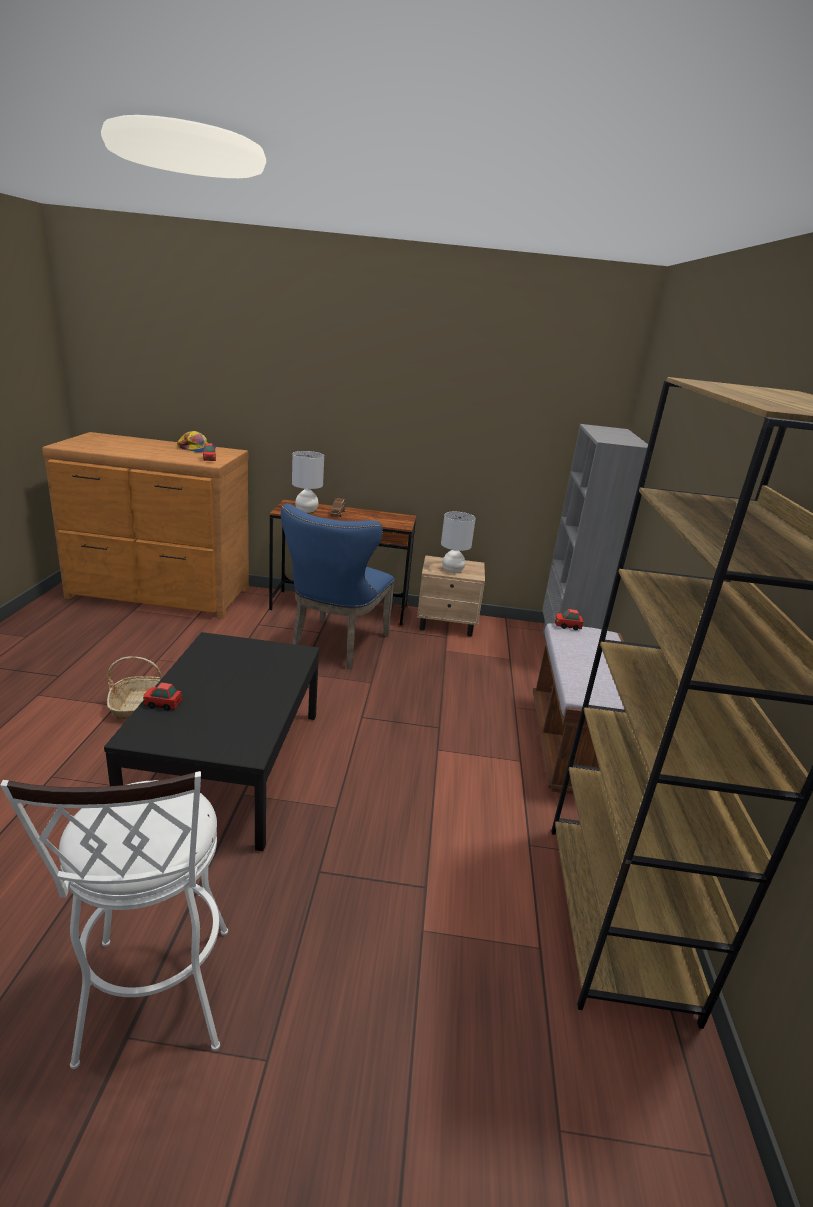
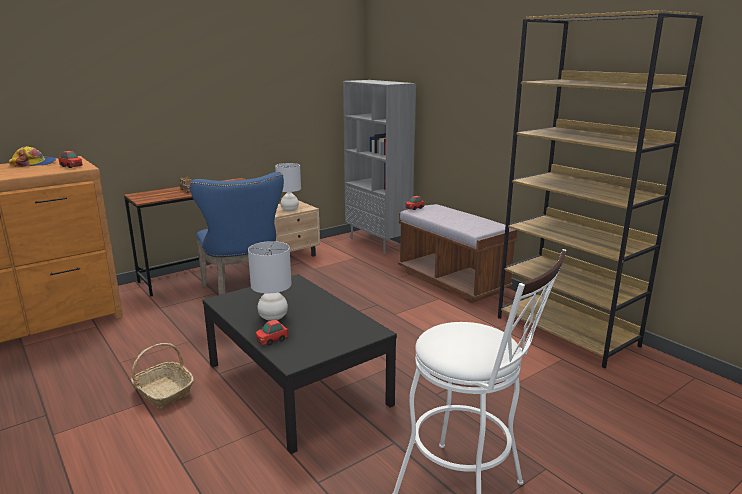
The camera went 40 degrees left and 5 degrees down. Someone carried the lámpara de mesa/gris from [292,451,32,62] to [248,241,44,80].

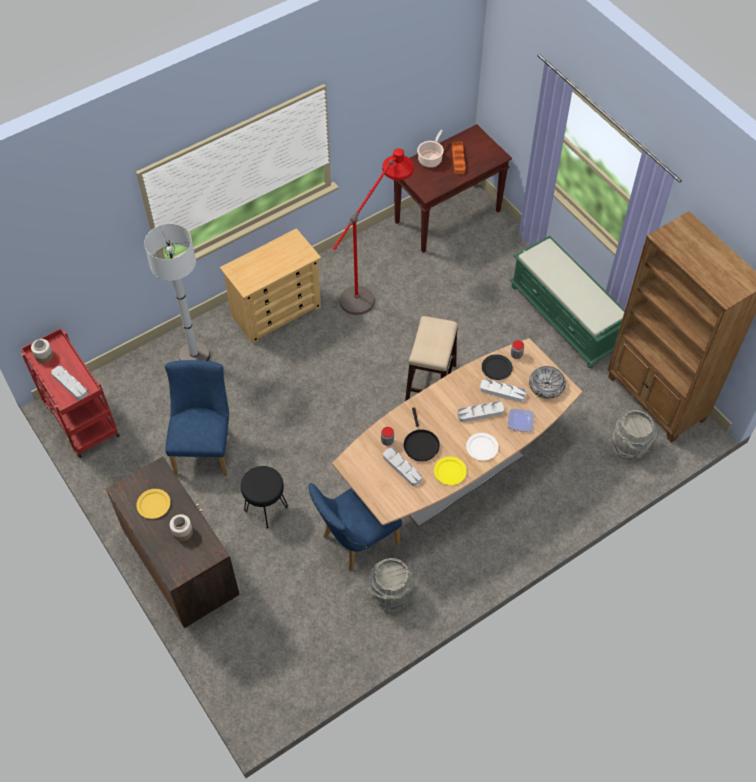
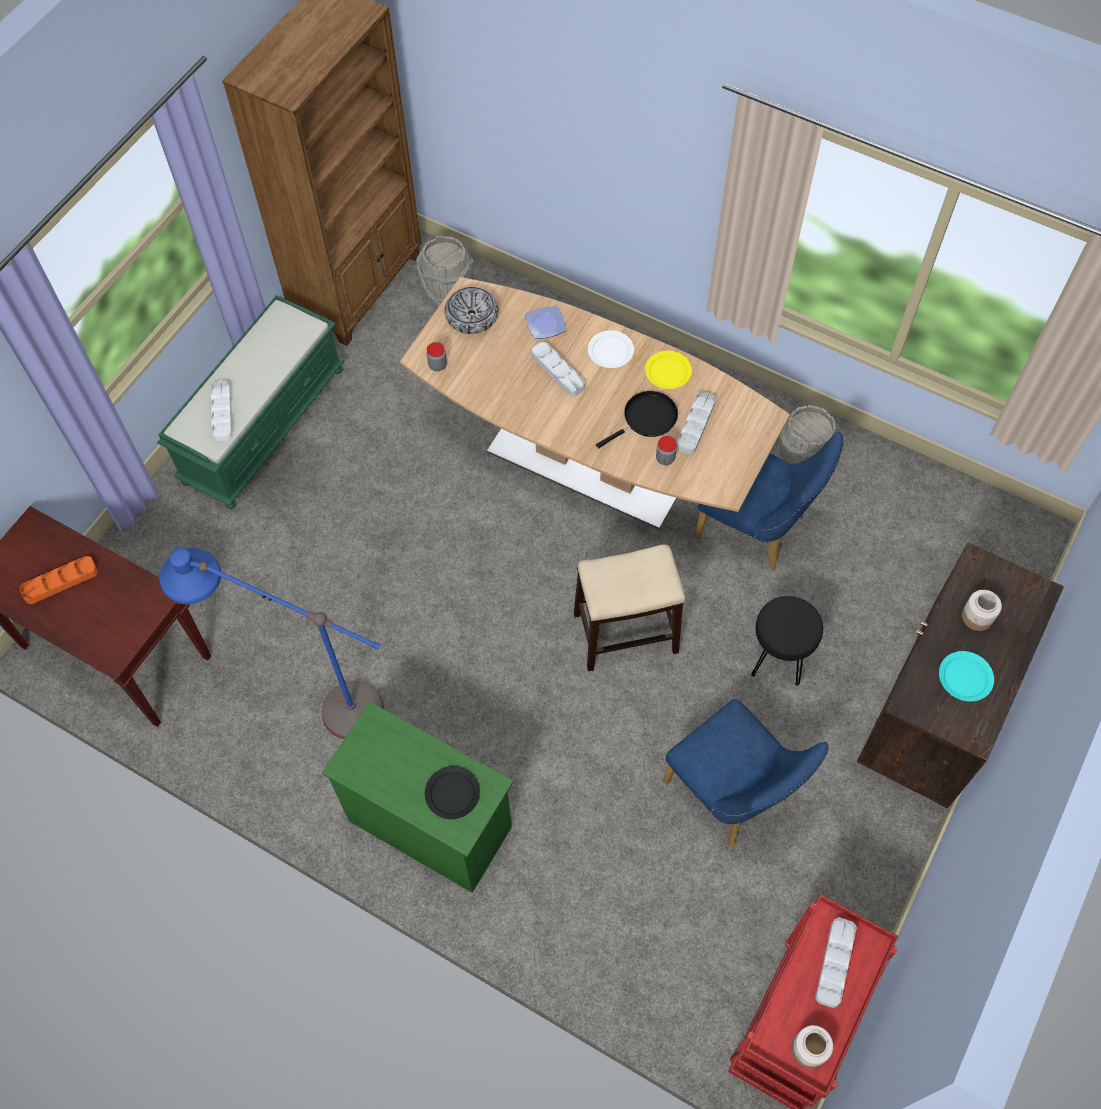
The camera went 115 degrees left and 5 degrees up. Someone took away the olla at [417,129,27,38]. Someone repainted the lámpara de pie/rojo at [332,148,82,167], which became the lámpara de pie/azul at [159,548,225,191]. Someone took away the lámpara de pie/blanco at [144,224,66,137]. Someone repainted the cómoda/beis at [220,228,101,116], which became the cómoda/verde at [322,702,191,191]. Someone carried the taburete from [405,316,53,85] to [574,544,111,127]. Someone carried the plato/negro from [482,354,31,26] to [425,766,55,53]. Someone rotated the silla/azul at [165,360,64,116] by 105 degrees counterclockwise. Someone carried the bandeja/blanco from [480,379,46,23] to [211,381,22,61]. Someone repainted the plato/amarillo at [136,489,35,30], which became the plato/turquesa at [939,651,55,51].

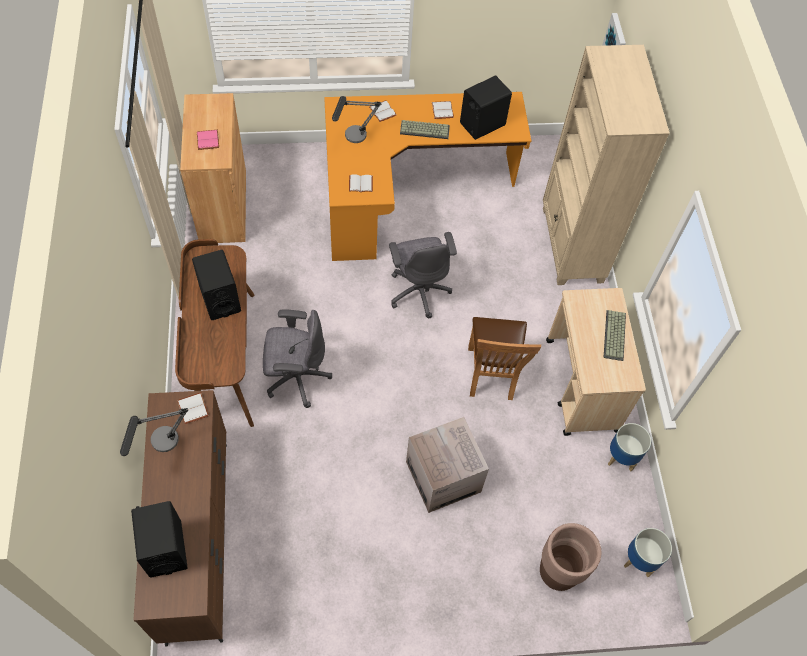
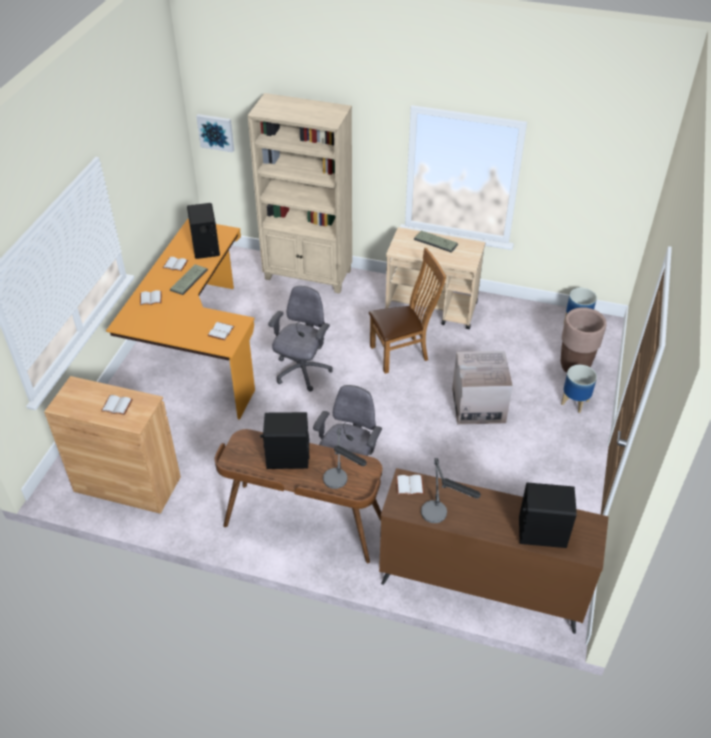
The camera went 65 degrees left and 15 degrees down. Someone carried the lámpara de mesa from [332,96,49,47] to [323,428,44,61]. Someone repainted the libro/rosa at [197,130,22,20], which became the libro/blanco at [101,395,32,20]. Someone rotated the silla de oficina/gris at [389,232,68,86] by 75 degrees counterclockwise. Someone rotated the silla/marrón at [468,317,73,83] by 45 degrees counterclockwise. Someone carried the maceta from [608,423,43,48] to [561,365,36,48].

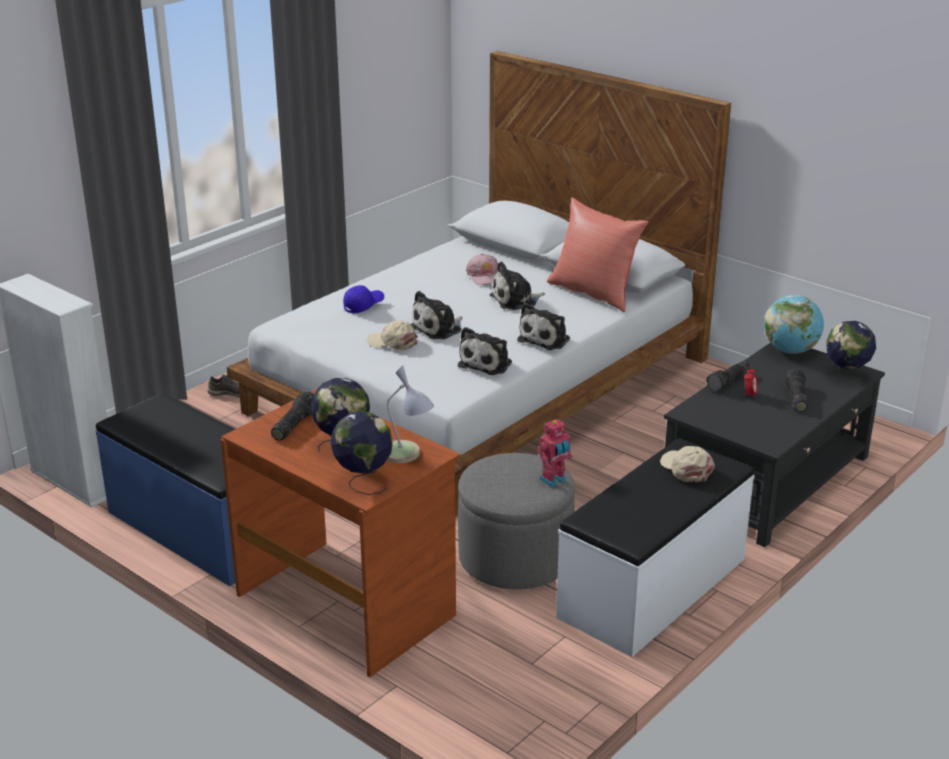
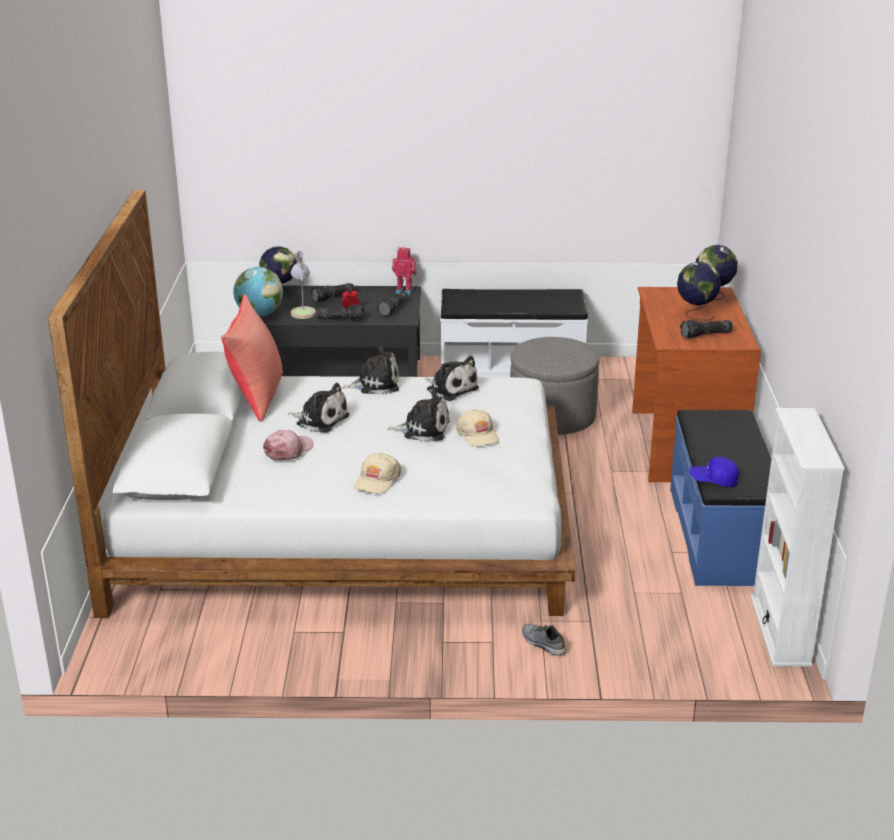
The camera went 130 degrees left and 0 degrees up. Someone carried the gorra/azul from [343,285,41,29] to [689,457,50,30]. Someone rotated the peluche at [458,327,54,48] by 60 degrees clockwise. Someone carried the lámpara de mesa from [387,366,47,97] to [291,251,25,68]. Someone carried the robot de juguete from [537,419,36,68] to [392,247,25,48]. Someone carried the gorra/beis from [660,446,55,36] to [354,453,47,41]. Someone put down the linterna at [377,291,31,25].

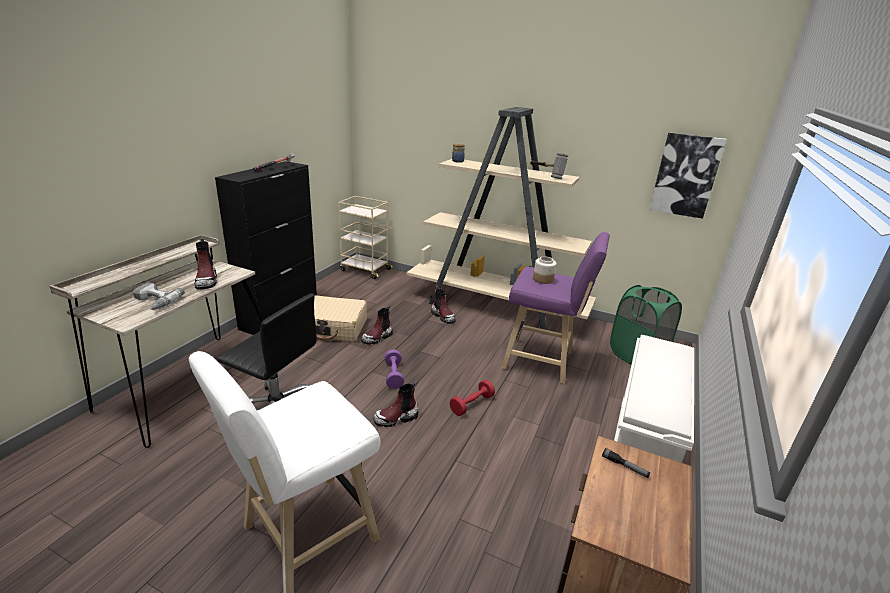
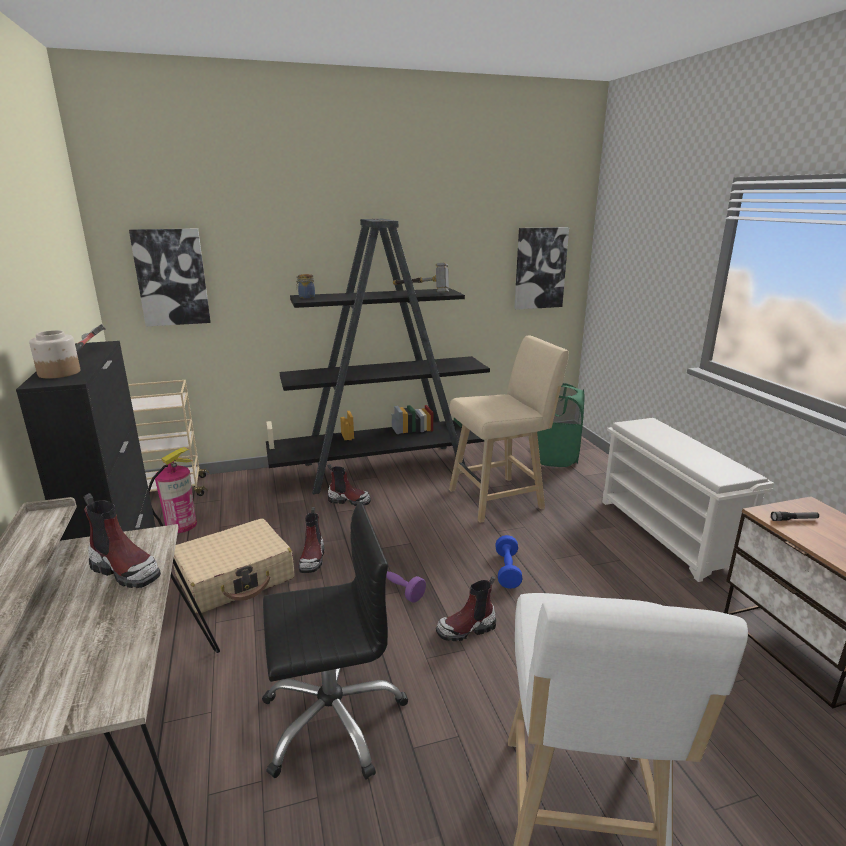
The camera went 40 degrees left and 5 degrees down. Someone repainted the estantería/beis at [407,107,189,228], which became the estantería/negro at [266,219,224,275]. Someone repainted the taburete/morado at [501,232,109,152], which became the taburete/beis at [449,336,120,187]. Someone carried the tarro from [533,256,23,28] to [29,330,51,49]. Someone took away the taladro at [133,282,52,28]. Someone repainted the mancuerna/rojo at [450,380,45,36], which became the mancuerna/azul at [495,535,28,54]. Someone rotated the bota at [373,381,45,46] by 45 degrees clockwise. Someone put up the cuadro at [129,229,82,98]. Someone put down the extintor at [148,447,49,86].

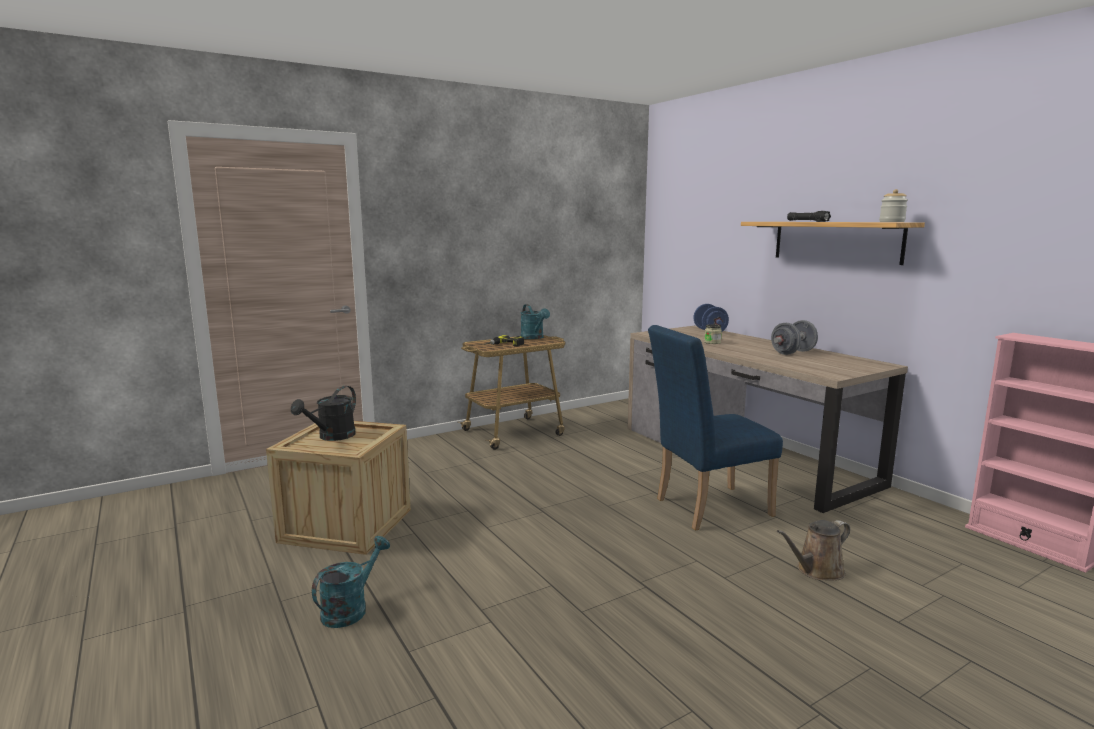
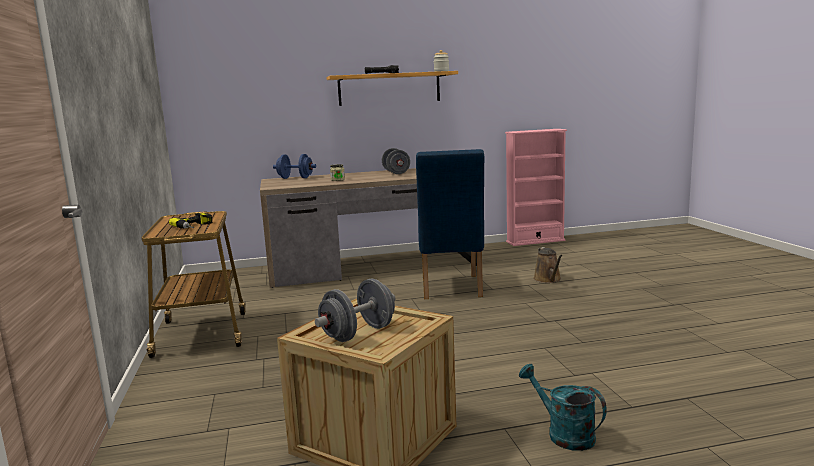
The camera went 70 degrees left and 0 degrees up. Someone took away the regadera/turquesa at [521,304,29,35]. Someone swapped the regadera/negro at [291,386,65,55] for the mancuerna/gris at [315,279,81,63].

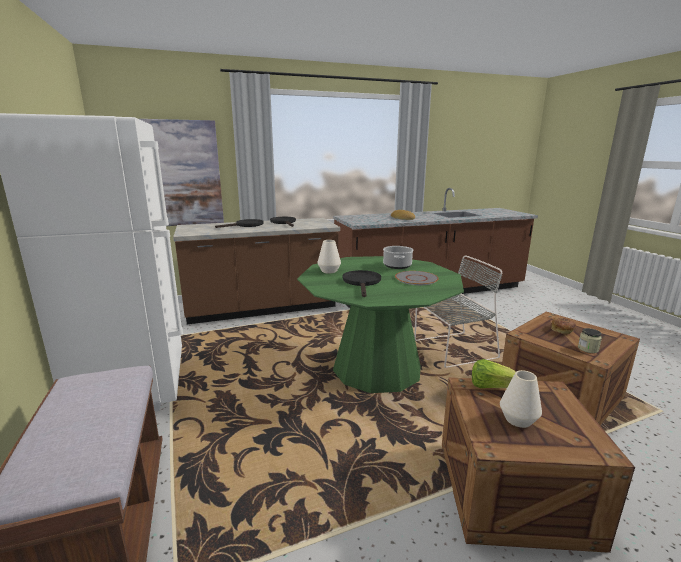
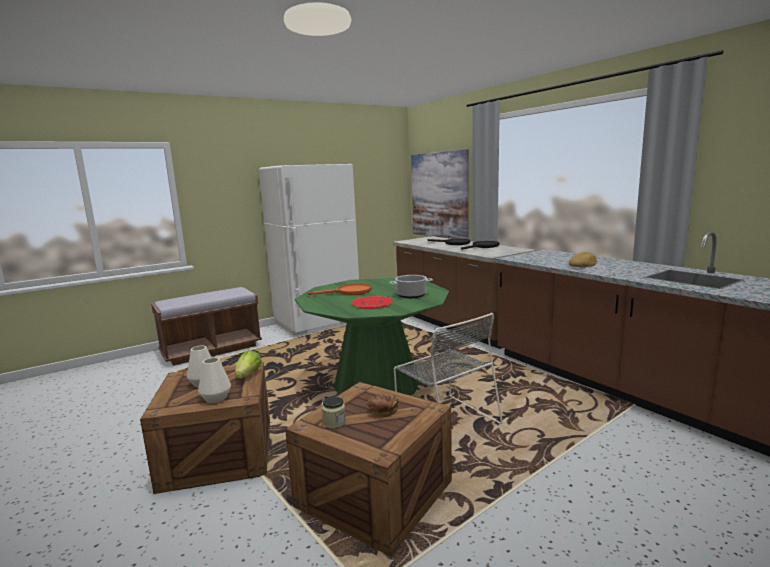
The camera went 75 degrees right and 5 degrees down. Someone carried the florero/blanco from [317,240,24,34] to [198,357,33,46]. Someone repainted the sartén/negro at [342,270,39,27], which became the sartén/naranja at [308,283,64,12]. Someone repainted the plato/gris at [395,271,44,14], which became the plato/rojo at [351,296,42,13].

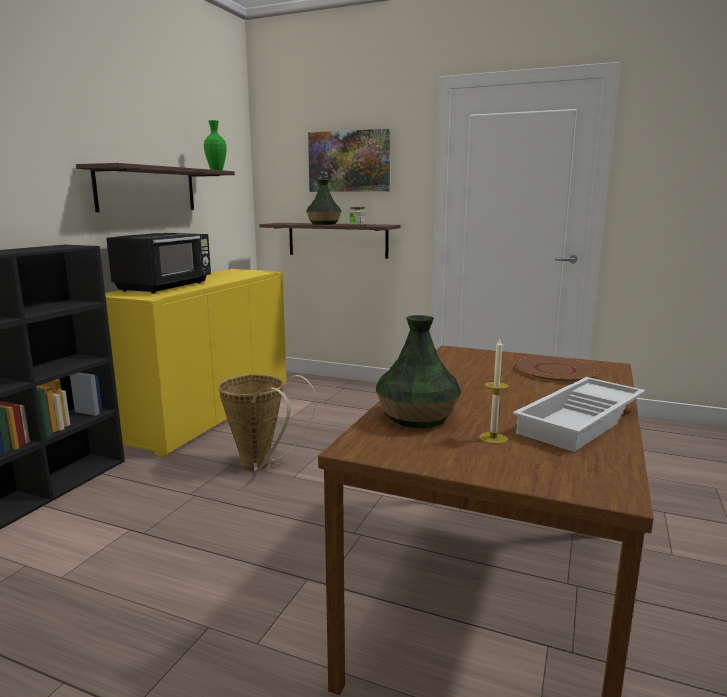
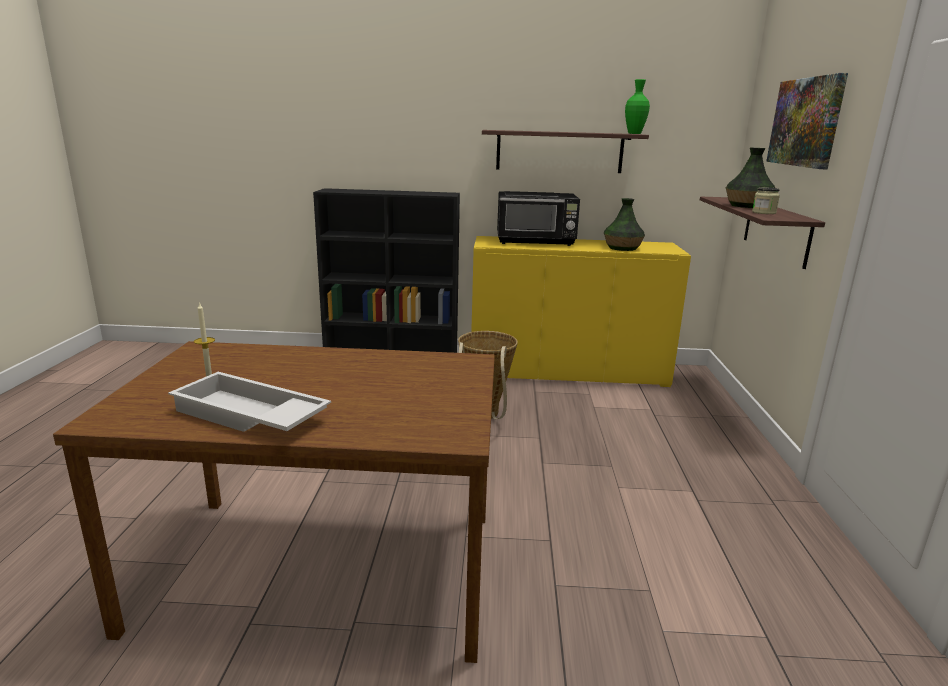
The camera went 70 degrees right and 5 degrees up. Someone carried the florero from [376,315,86,113] to [604,198,41,53]. Someone took away the plato/marrón at [514,356,84,26].

